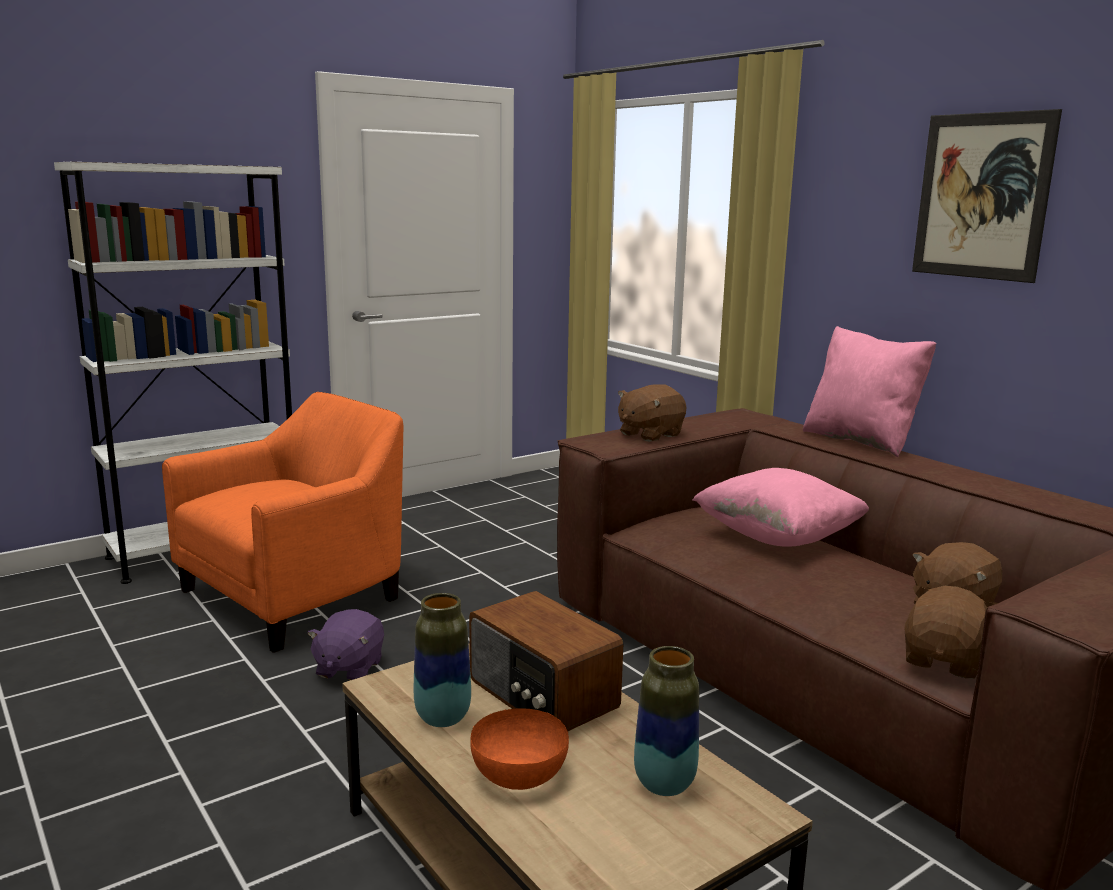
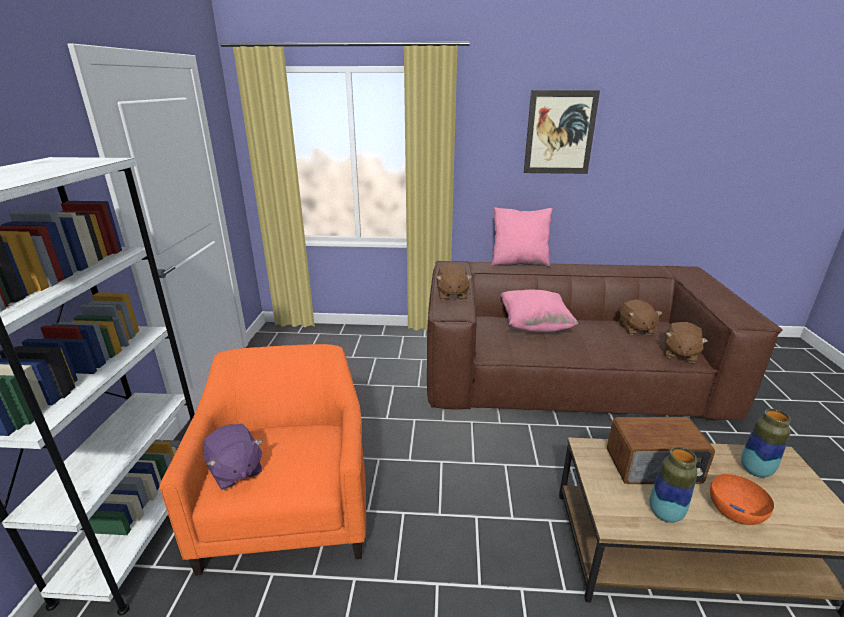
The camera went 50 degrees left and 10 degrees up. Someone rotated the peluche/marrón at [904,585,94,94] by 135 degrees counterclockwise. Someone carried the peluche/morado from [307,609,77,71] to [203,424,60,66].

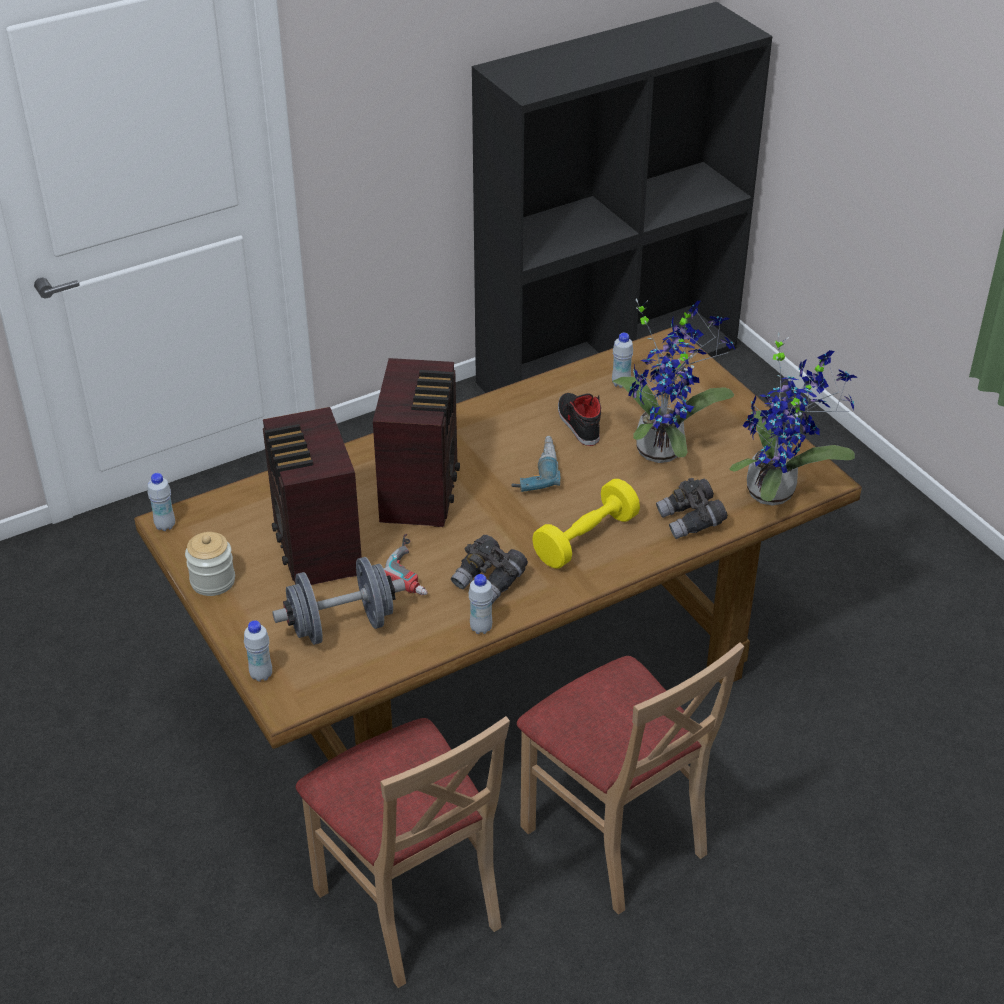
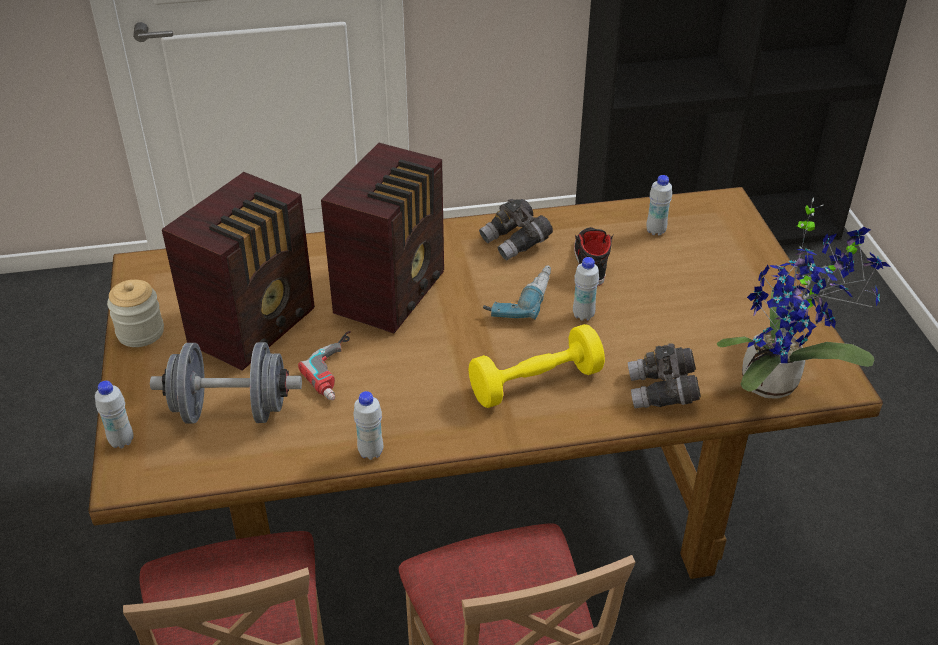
The camera went 20 degrees right and 0 degrees up. Someone took away the planta en maceta at [612,298,123,165]. Someone rotated the radio at [263,407,99,178] by 150 degrees counterclockwise. Someone carried the botella/blanco from [148,473,27,58] to [573,257,26,64]. Someone carried the prismáticos/gris from [451,535,77,69] to [479,199,74,62].

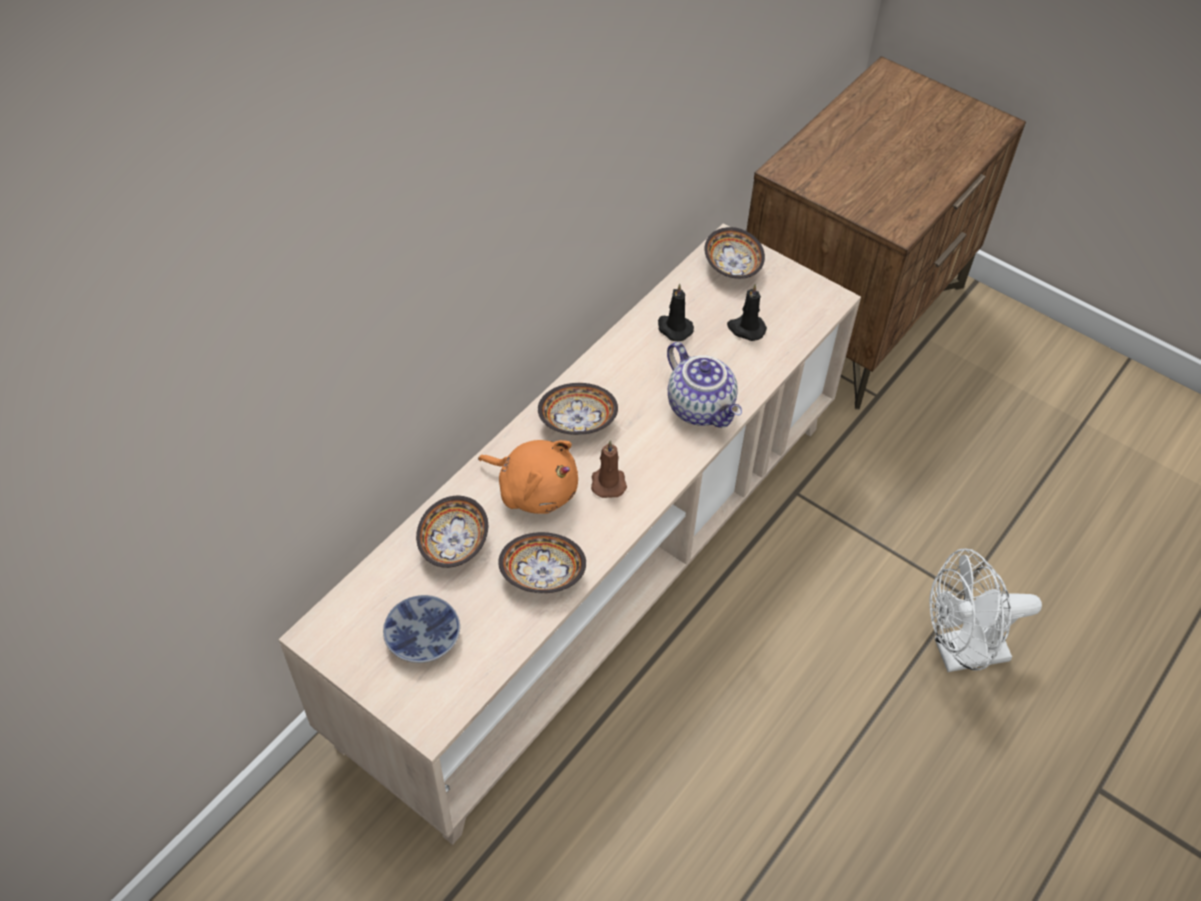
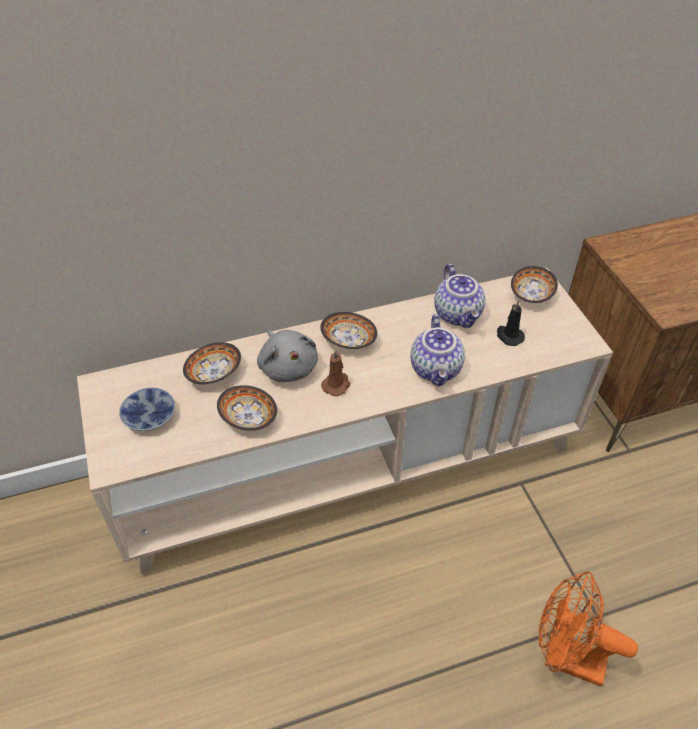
The camera went 35 degrees right and 5 degrees down. Someone swapped the vela/negro at [658,284,36,57] for the tetera at [434,264,51,64]. Someone repainted the peluche/naranja at [478,440,100,74], which became the peluche/gris at [257,330,61,52]. Someone repainted the ventilador/blanco at [929,548,113,124], which became the ventilador/naranja at [539,571,99,116].

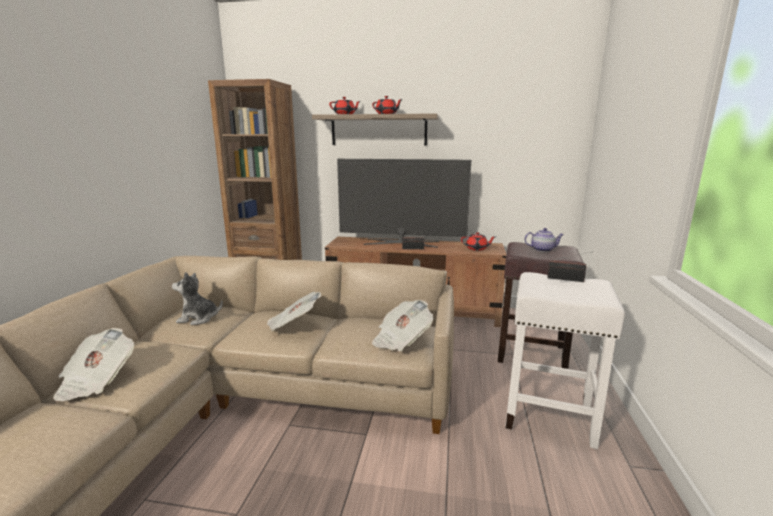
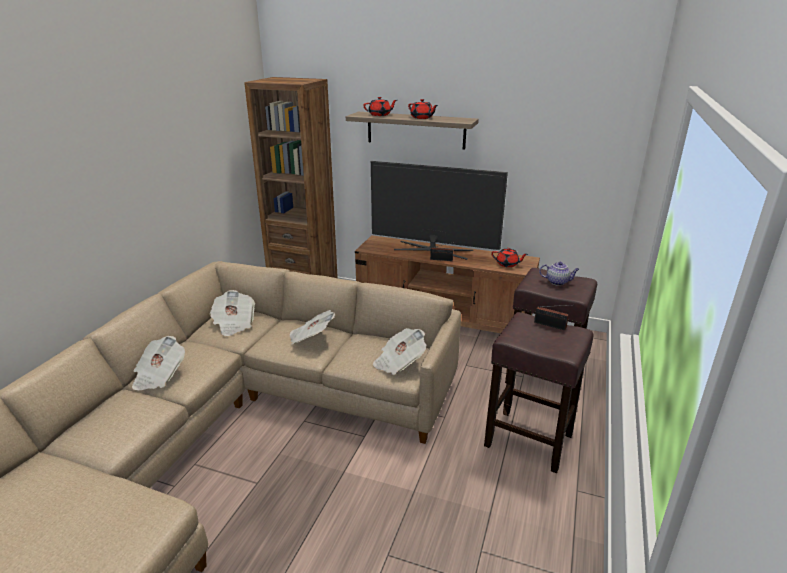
The camera went 10 degrees right and 10 degrees up. Someone swapped the peluche at [172,272,51,53] for the periódico at [210,290,45,46]. Someone repainted the taburete/blanco at [505,272,120,177], which became the taburete/marrón at [484,312,110,161].

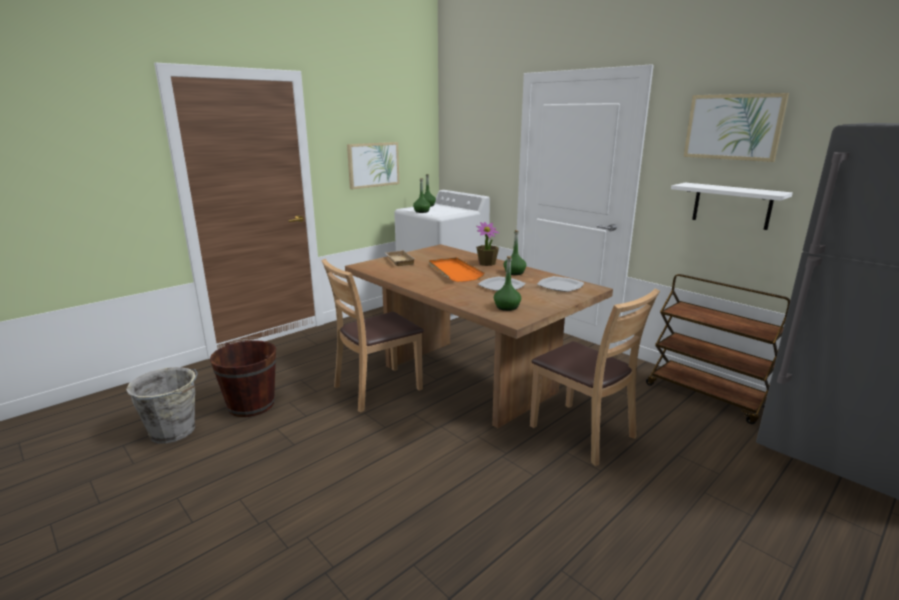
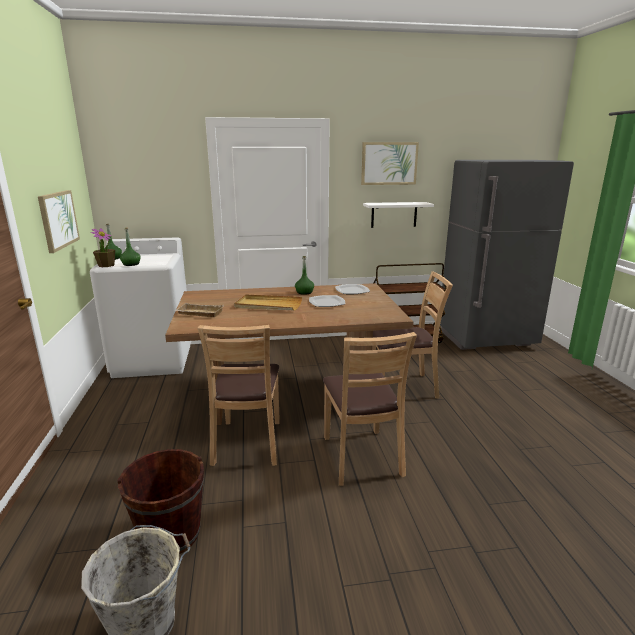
The camera went 55 degrees left and 0 degrees up. Someone carried the planta en maceta from [476,222,23,44] to [91,228,24,39]. Someone took away the botella/verde at [494,256,27,55]. Someone repainted the bandeja/naranja at [429,257,56,25], which became the bandeja/beis at [234,294,69,16]. Someone put down the silla/marrón at [323,332,94,154].

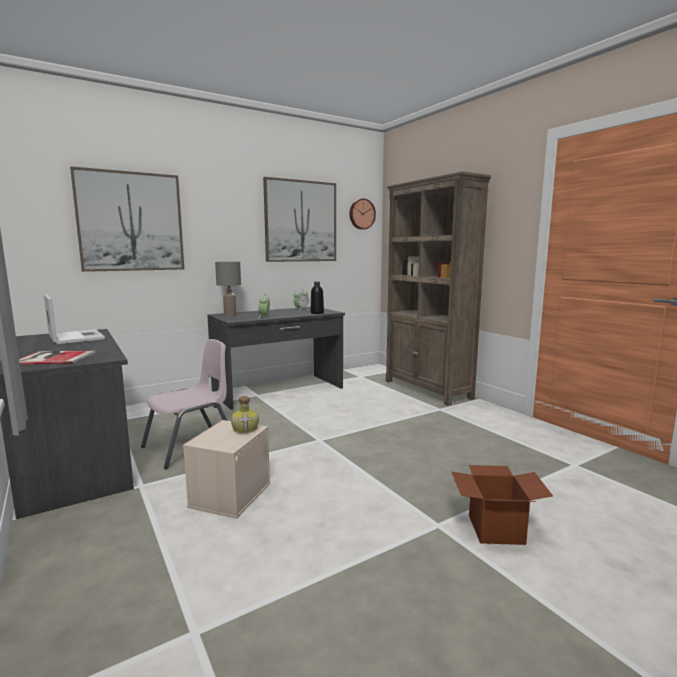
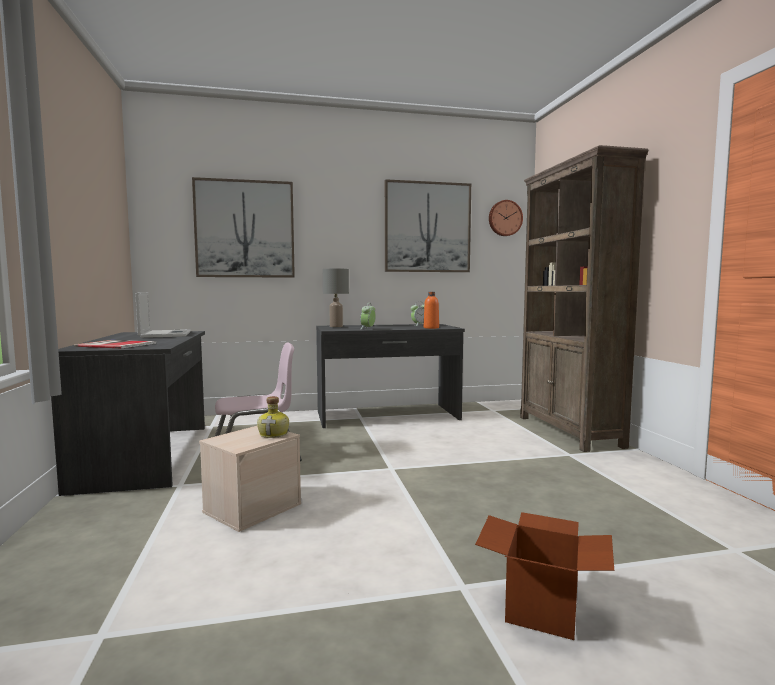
The camera went 20 degrees right and 5 degrees down. Someone repainted the botella/negro at [311,282,13,32], which became the botella/naranja at [424,292,15,37].

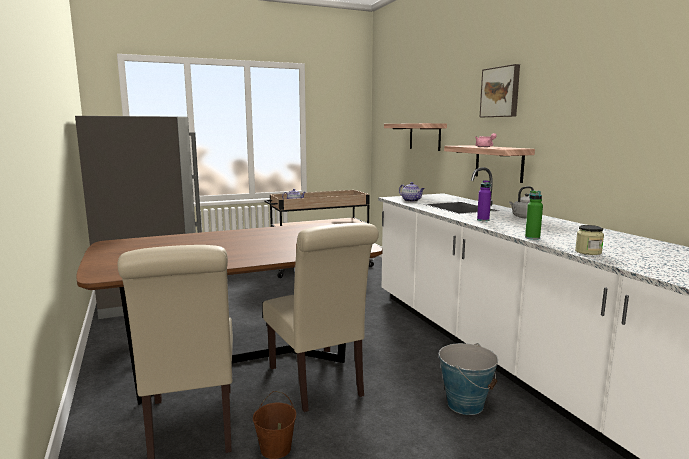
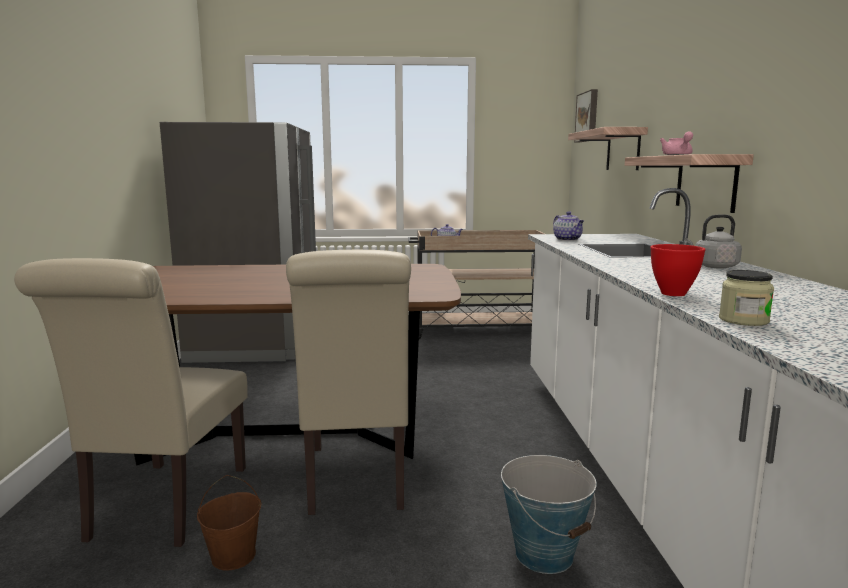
The camera went 20 degrees right and 0 degrees up. Someone carried the cuadro from [480,64,40,53] to [574,89,24,53]. Someone took away the botella/morado at [477,180,14,41]. Someone swapped the botella/verde at [525,190,18,50] for the cuenco/rojo at [651,244,54,52].

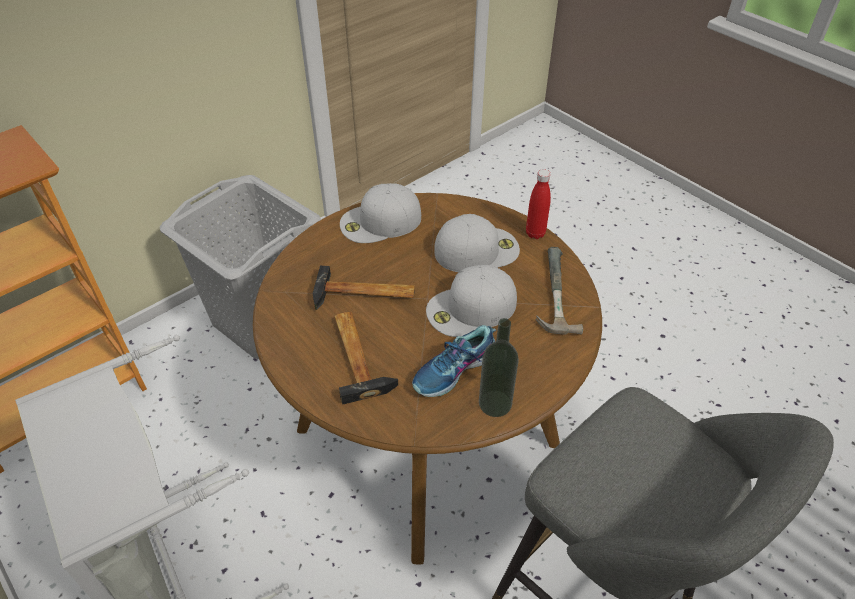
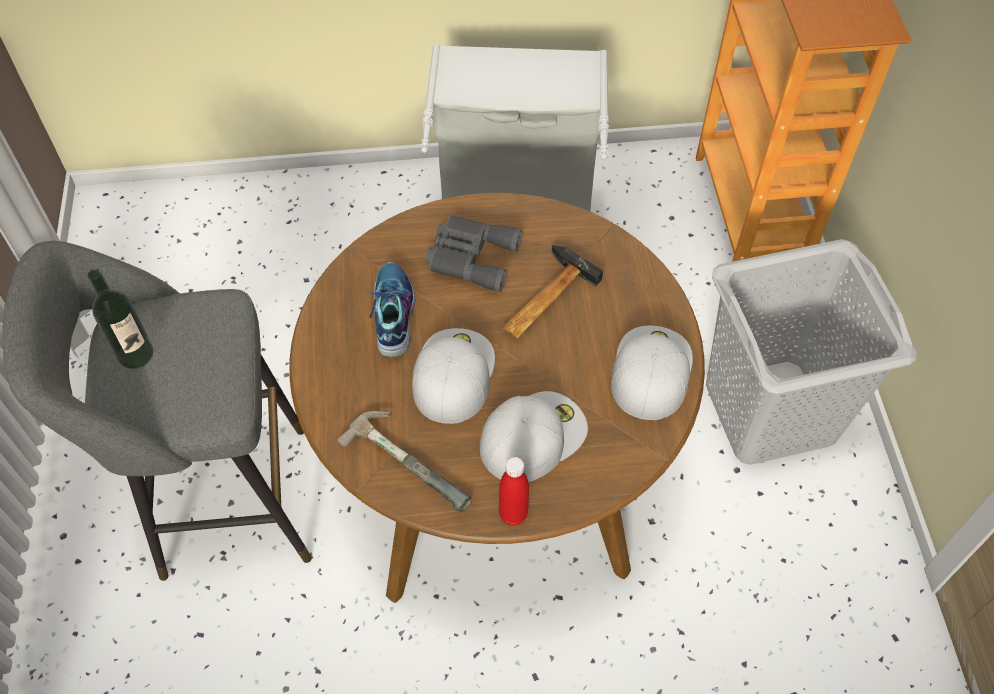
The camera went 125 degrees right and 10 degrees up. Someone rotated the gorra/blanco at [434,214,86,58] by 150 degrees counterclockwise. Someone swapped the martillo at [334,312,64,93] for the prismáticos/gris at [425,215,97,77]. Someone carried the botella from [479,318,40,99] to [88,269,65,100].

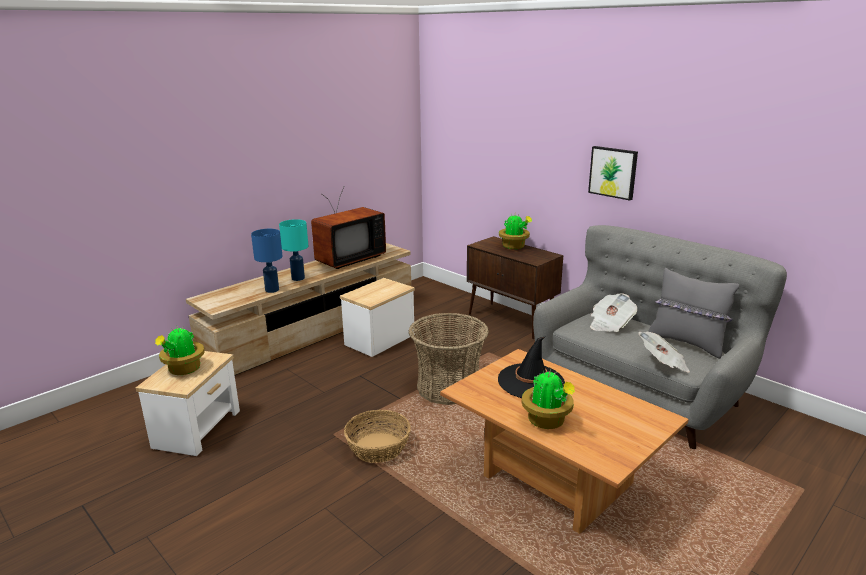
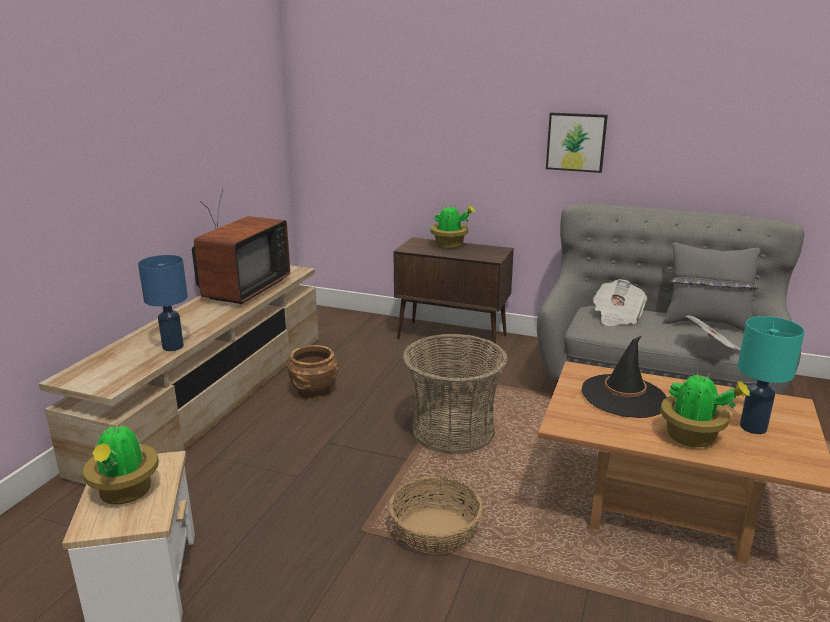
The camera went 25 degrees left and 0 degrees up. Someone carried the lámpara de mesa/turquesa from [279,219,29,62] to [738,316,67,118]. Someone swapped the mesa auxiliar at [340,278,75,79] for the maceta/marrón at [287,345,52,54].

